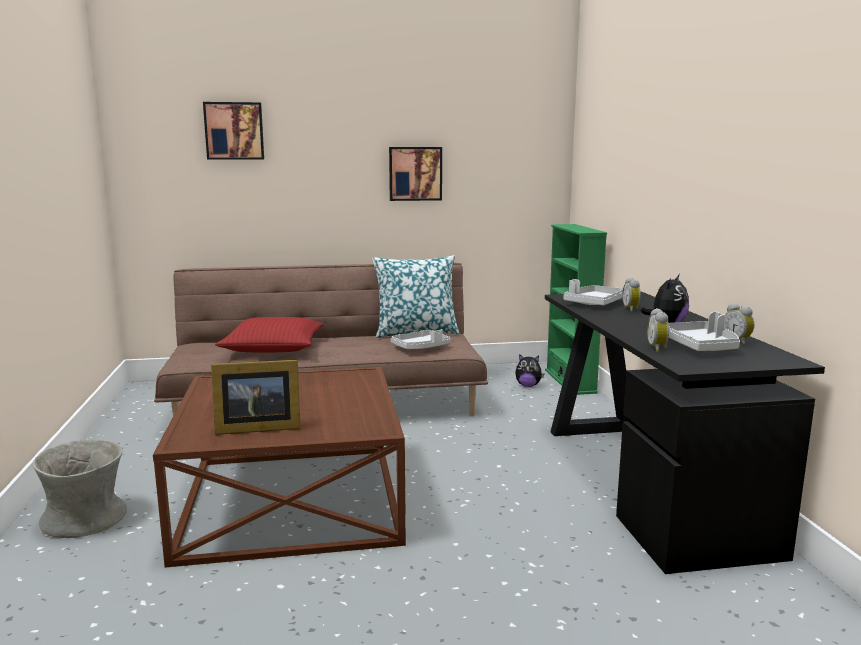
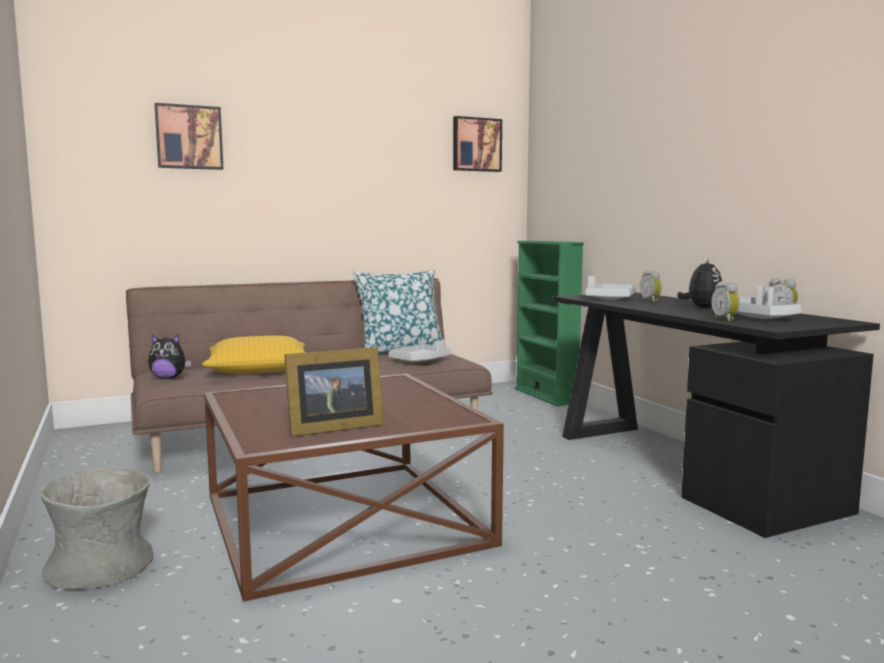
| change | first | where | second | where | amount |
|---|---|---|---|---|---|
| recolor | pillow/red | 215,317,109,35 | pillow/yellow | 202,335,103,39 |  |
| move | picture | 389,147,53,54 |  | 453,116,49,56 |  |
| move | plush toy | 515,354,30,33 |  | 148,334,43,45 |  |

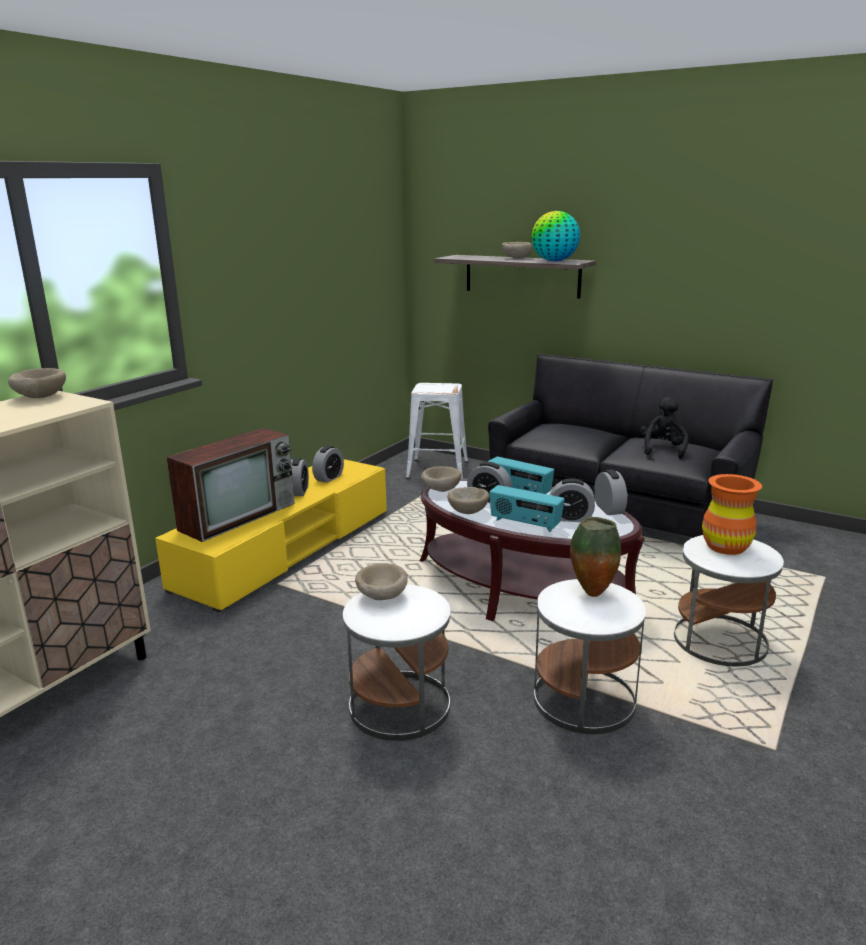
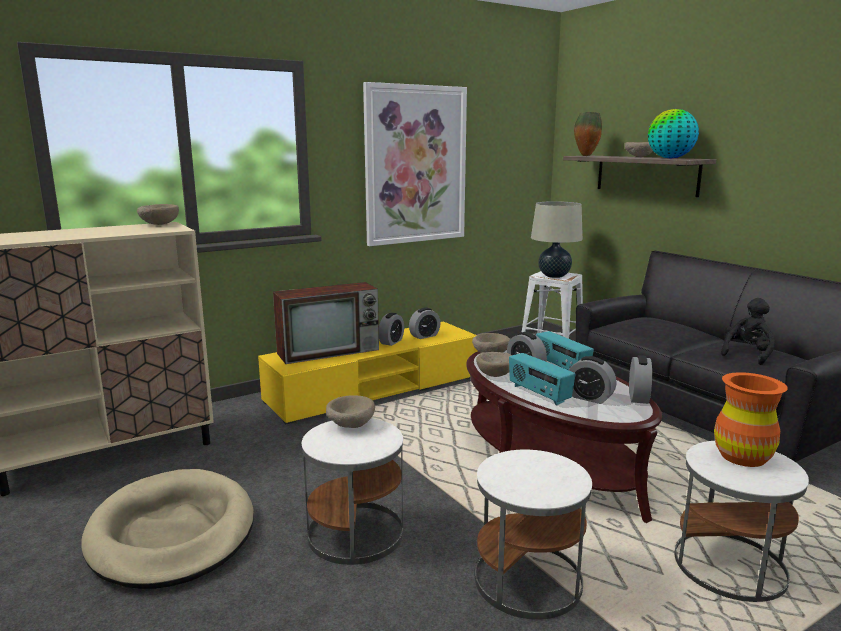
| change | first | where | second | where | amount |
|---|---|---|---|---|---|
| move | vase | 570,517,51,80 |  | 574,112,28,44 |  |
| insert |  |  | dog bed/beige | 81,469,173,120 |  |
| insert |  |  | picture | 363,82,104,164 |  |
| insert |  |  | table lamp/beige | 531,201,52,77 |  |

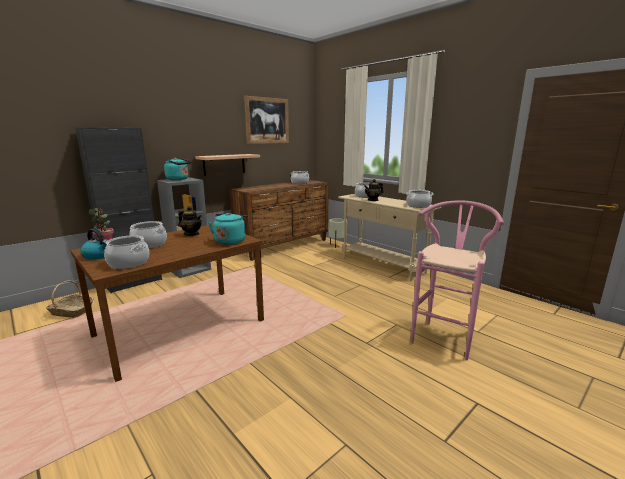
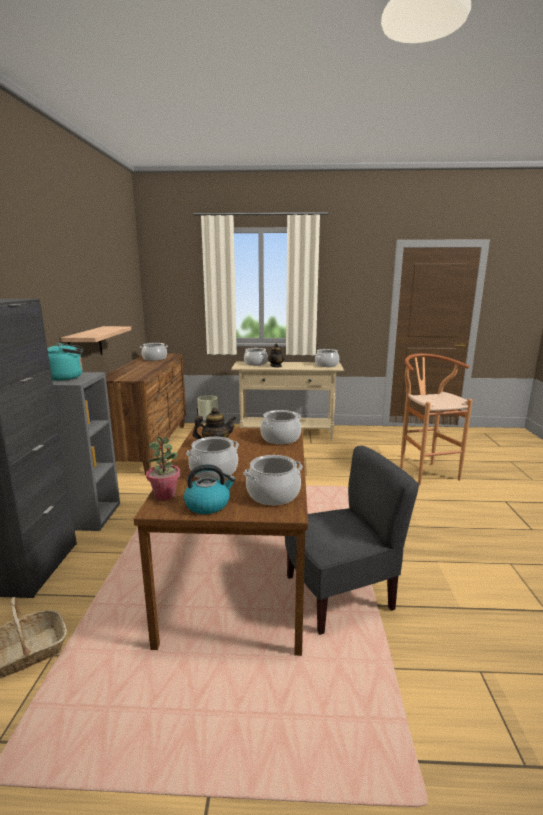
| change | first | where | second | where | amount |
|---|---|---|---|---|---|
| replace | kettle/turquoise | 208,213,40,32 | cooking pot | 260,410,41,34 |  |
| delete | picture | 244,96,45,48 |  |  |  |
| recolor | stool/pink | 411,200,93,160 | stool/brown | 400,353,72,133 |  |
| insert |  |  | chair/grey | 285,446,134,189 |  |

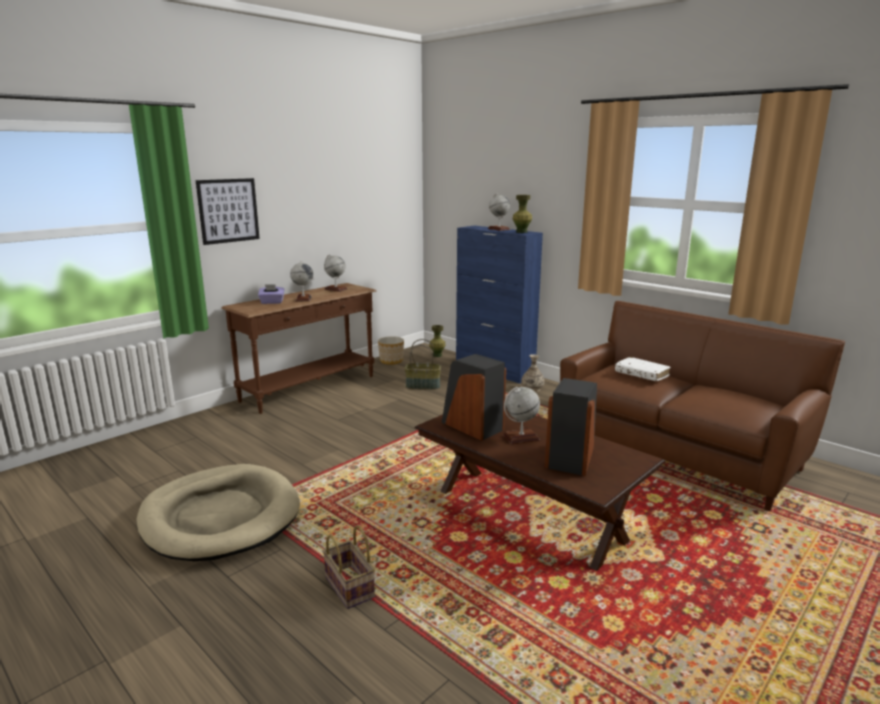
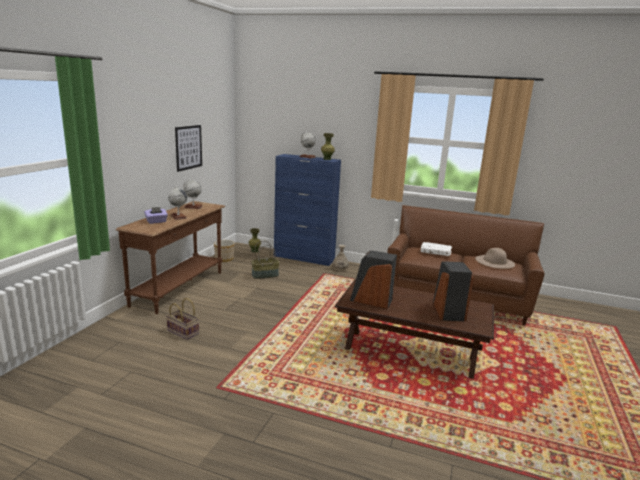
| change | first | where | second | where | amount |
|---|---|---|---|---|---|
| delete | dog bed/beige | 136,464,164,97 |  |  |  |
| move | picture | 196,178,64,67 |  | 175,125,27,47 |  |
| move | basket | 323,525,52,84 |  | 166,298,33,42 |  |
| delete | globe | 503,387,37,57 |  |  |  |
| insert |  |  | hat/beige | 475,248,40,21 |  |

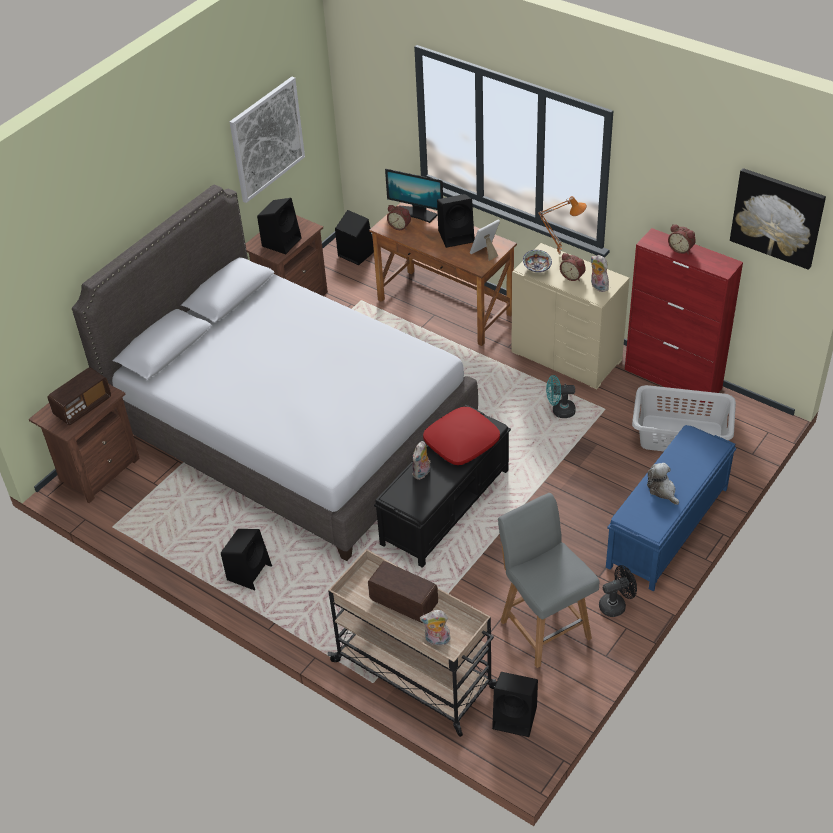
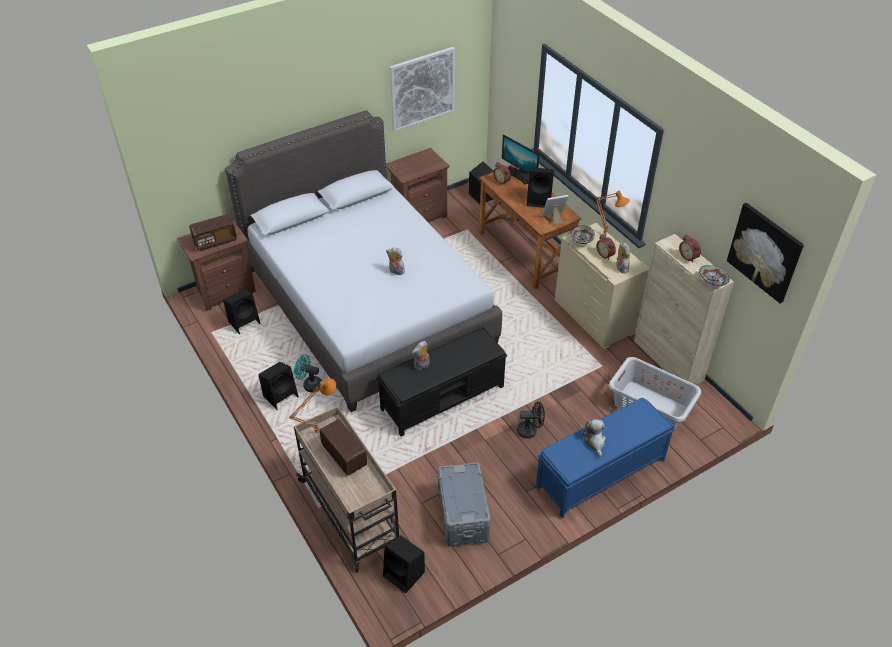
| change | first | where | second | where | amount |
|---|---|---|---|---|---|
| move | speaker/black | 257,198,45,56 |  | 223,290,38,44 |  |
| move | plush toy | 420,610,31,38 |  | 386,247,19,28 |  |
| delete | pillow/red | 423,407,77,58 |  |  |  |
| replace | chair/grey | 498,493,102,175 | storage box/grey | 438,462,53,85 |  |
| move | fan/turquoise | 546,375,30,43 |  | 294,355,28,37 |  |
| move | fan/black | 599,565,38,52 |  | 517,402,28,36 |  |
| recolor | cabinet/red | 625,228,118,178 | cabinet/beige | 634,234,100,155 |  |
| insert |  |  | table lamp/orange | 289,378,48,56 |  |
| insert |  |  | bowl | 699,265,31,21 |  |

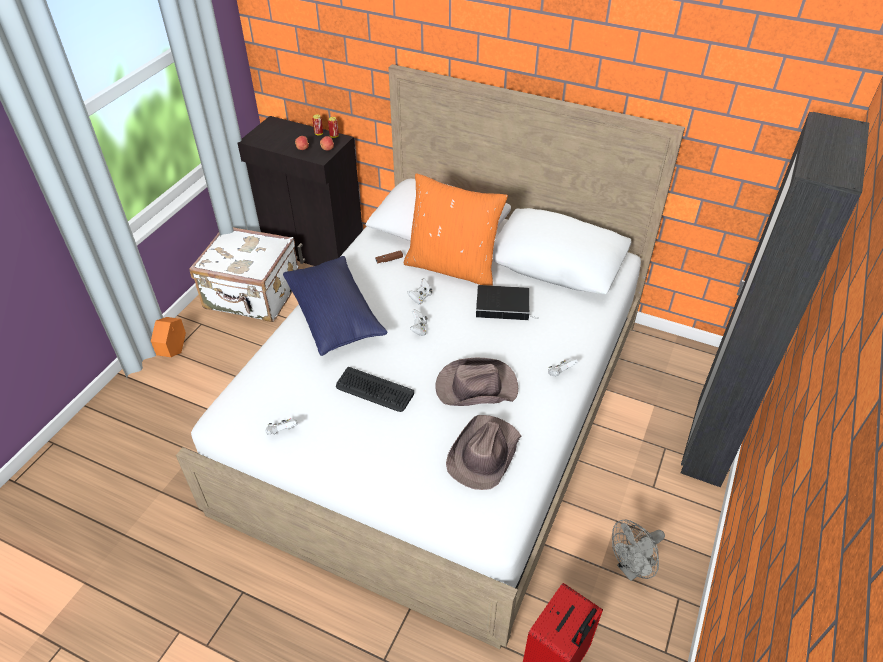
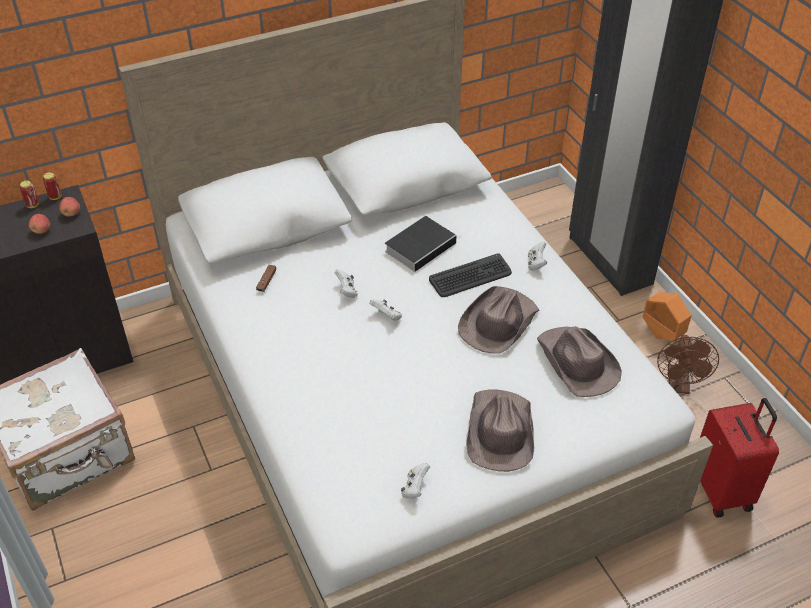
| change | first | where | second | where | amount |
|---|---|---|---|---|---|
| move | planter/orange | 151,317,35,40 |  | 643,292,49,48 |  |
| delete | pillow/blue | 283,256,105,100 |  |  |  |
| move | keyboard | 336,367,78,45 |  | 429,253,83,44 |  |
| delete | pillow/orange | 404,173,104,113 |  |  |  |
| recolor | fan/grey | 612,520,53,61 | fan/brown | 657,335,62,59 |  |
| insert |  |  | hat/brown | 466,389,68,83 |  |

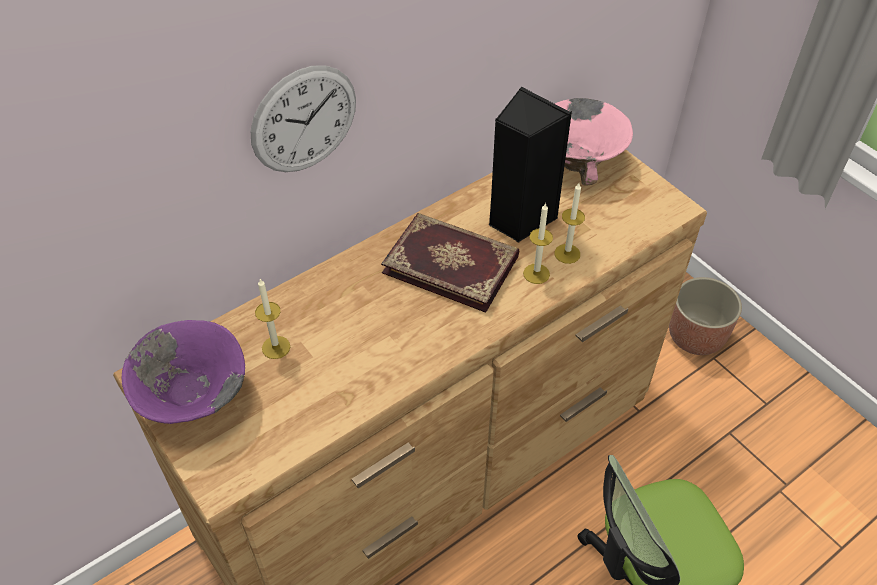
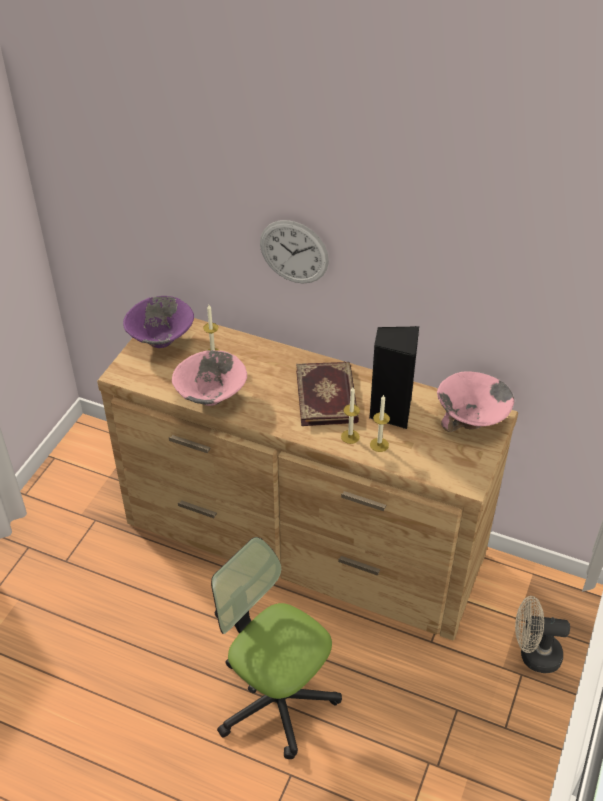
| change | first | where | second | where | amount |
|---|---|---|---|---|---|
| replace | planter | 669,277,73,78 | fan/beige | 515,596,55,77 |  |
| insert |  |  | bowl/pink | 172,350,75,56 |  |

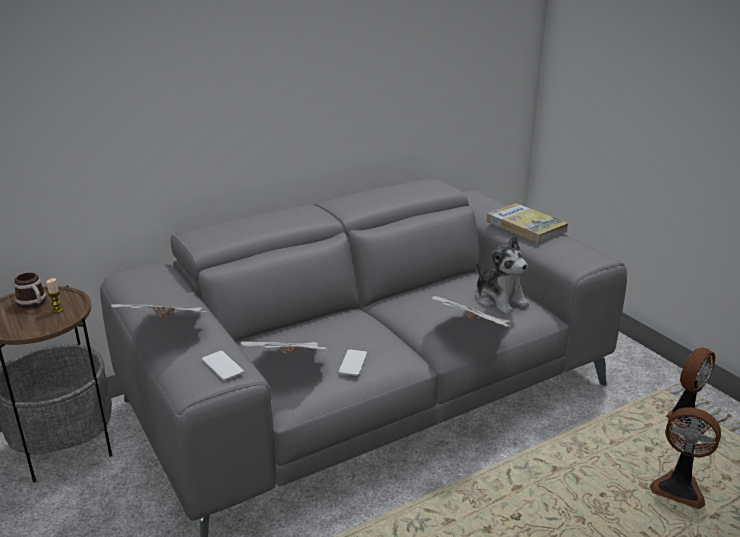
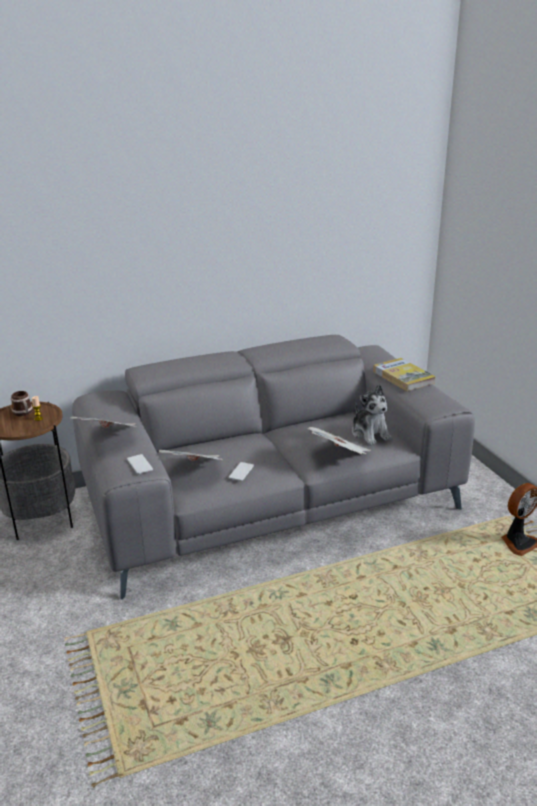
| change | first | where | second | where | amount |
|---|---|---|---|---|---|
| delete | fan | 650,407,71,102 |  |  |  |

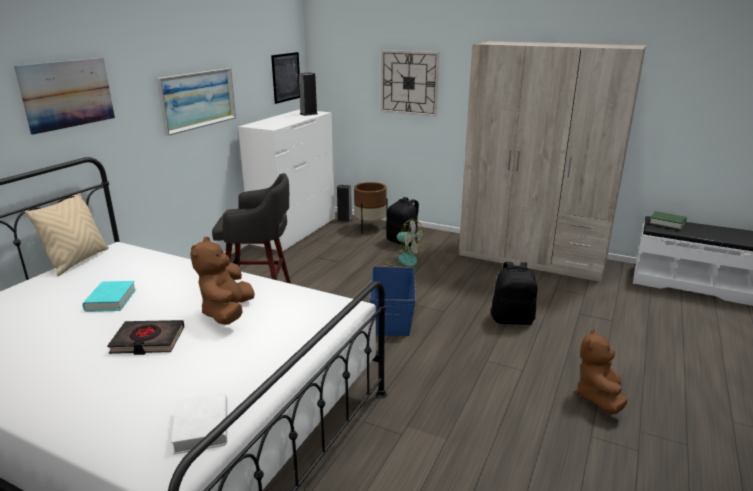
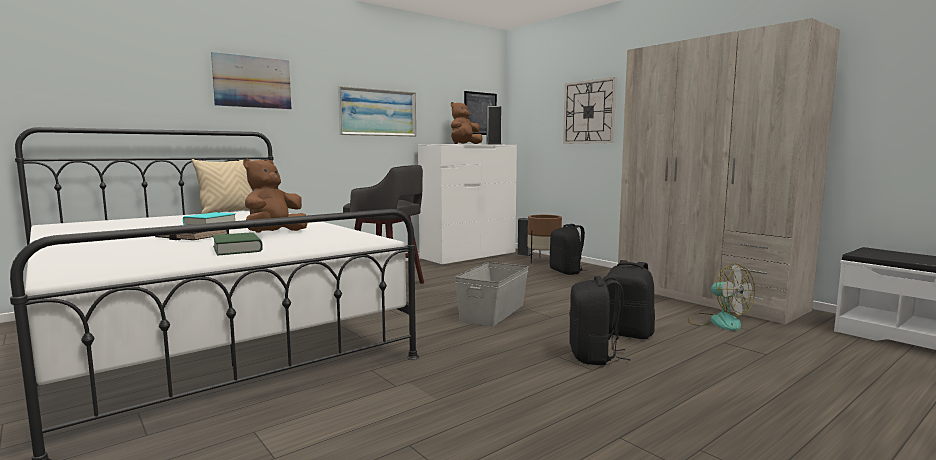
| change | first | where | second | where | amount |
|---|---|---|---|---|---|
| delete | book/white | 171,393,56,61 |  |  |  |
| recolor | storage box/blue | 369,266,47,70 | storage box/grey | 455,262,74,65 |  |
| move | fan | 383,219,41,48 |  | 688,263,67,68 |  |
| move | plush toy/brown | 576,329,51,85 |  | 451,102,32,42 |  |
| move | book/green | 649,211,38,19 |  | 213,232,50,24 |  |
| insert |  |  | backpack/black | 569,275,62,90 |  |

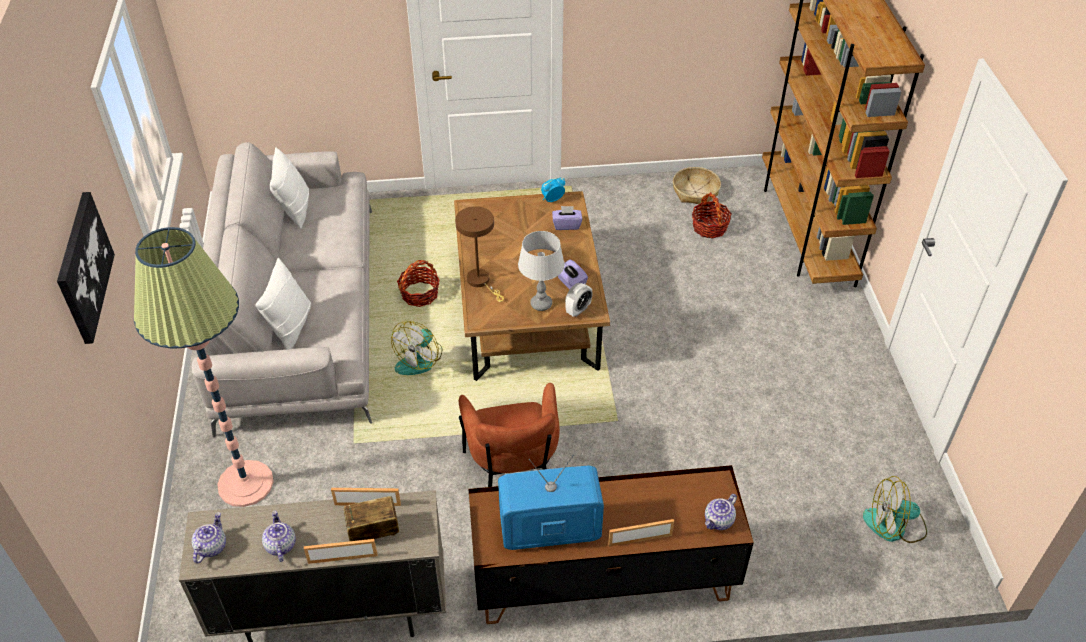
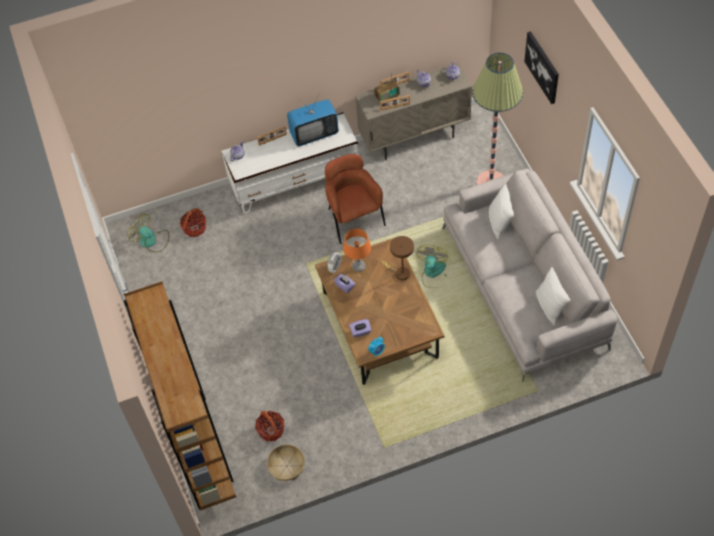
| change | first | where | second | where | amount |
|---|---|---|---|---|---|
| move | basket | 397,260,43,47 |  | 180,208,26,29 |  |
| recolor | tv stand/brown | 469,465,285,159 | tv stand/white | 221,112,138,102 |  |
| recolor | table lamp/grey | 518,231,47,80 | table lamp/orange | 343,229,28,43 |  |
| rotate | fan | 863,476,64,67 |  | 127,214,42,38 | 135 degrees counterclockwise |

